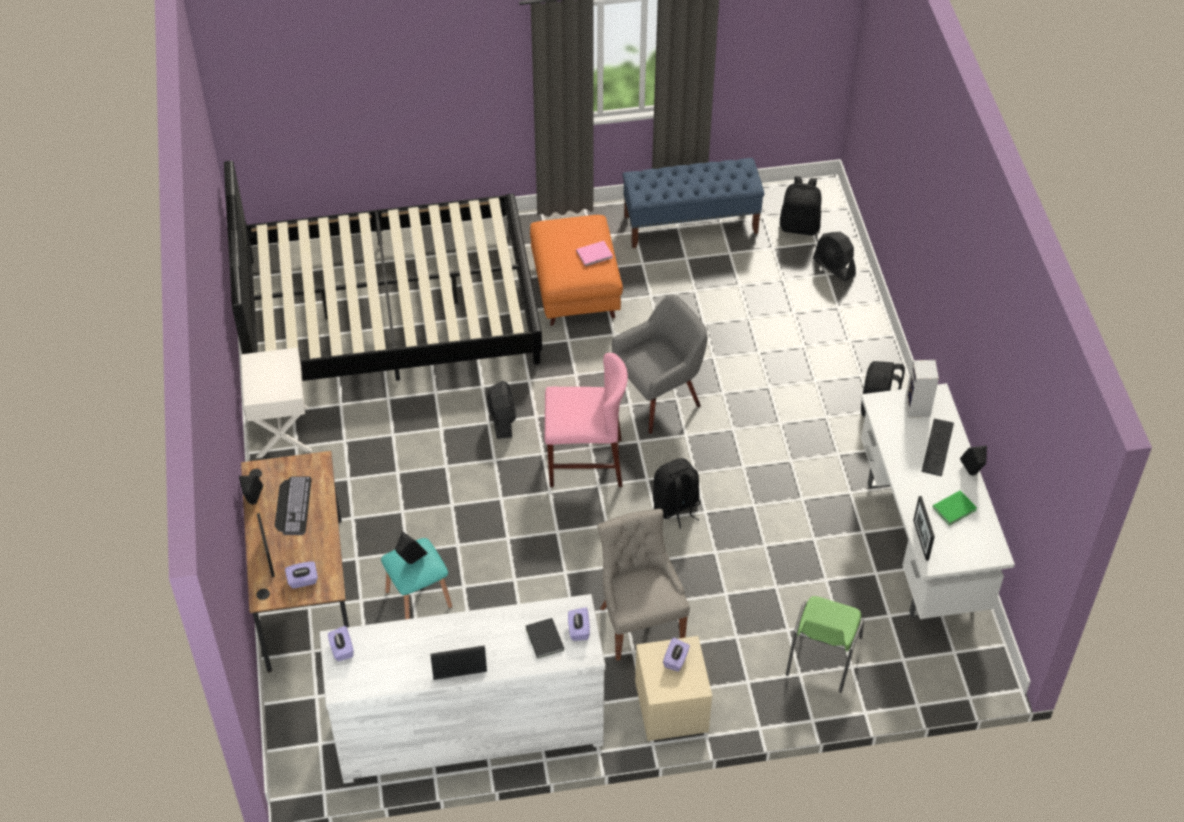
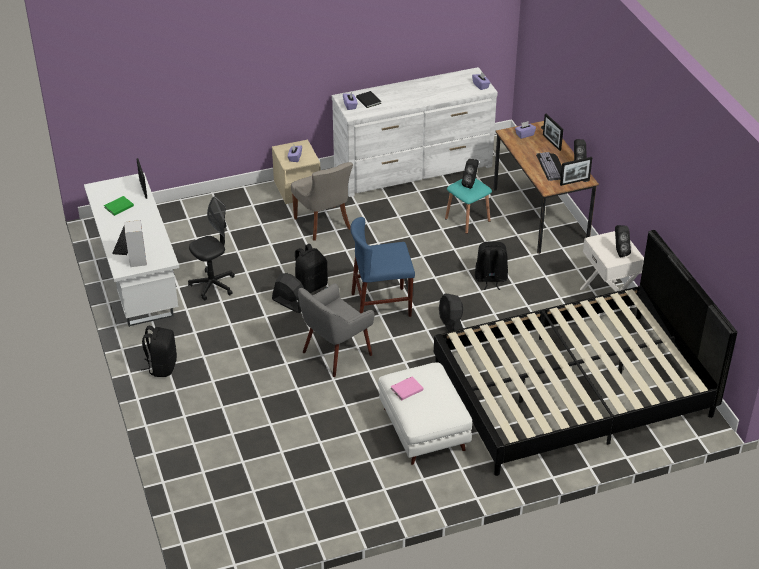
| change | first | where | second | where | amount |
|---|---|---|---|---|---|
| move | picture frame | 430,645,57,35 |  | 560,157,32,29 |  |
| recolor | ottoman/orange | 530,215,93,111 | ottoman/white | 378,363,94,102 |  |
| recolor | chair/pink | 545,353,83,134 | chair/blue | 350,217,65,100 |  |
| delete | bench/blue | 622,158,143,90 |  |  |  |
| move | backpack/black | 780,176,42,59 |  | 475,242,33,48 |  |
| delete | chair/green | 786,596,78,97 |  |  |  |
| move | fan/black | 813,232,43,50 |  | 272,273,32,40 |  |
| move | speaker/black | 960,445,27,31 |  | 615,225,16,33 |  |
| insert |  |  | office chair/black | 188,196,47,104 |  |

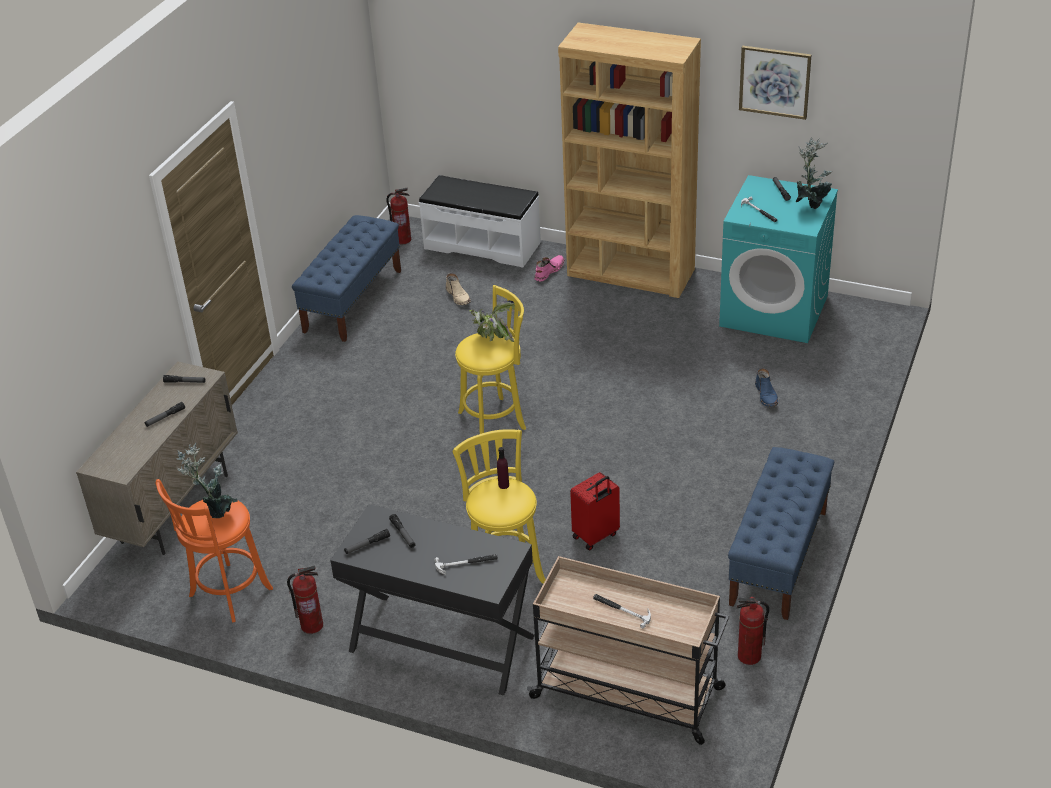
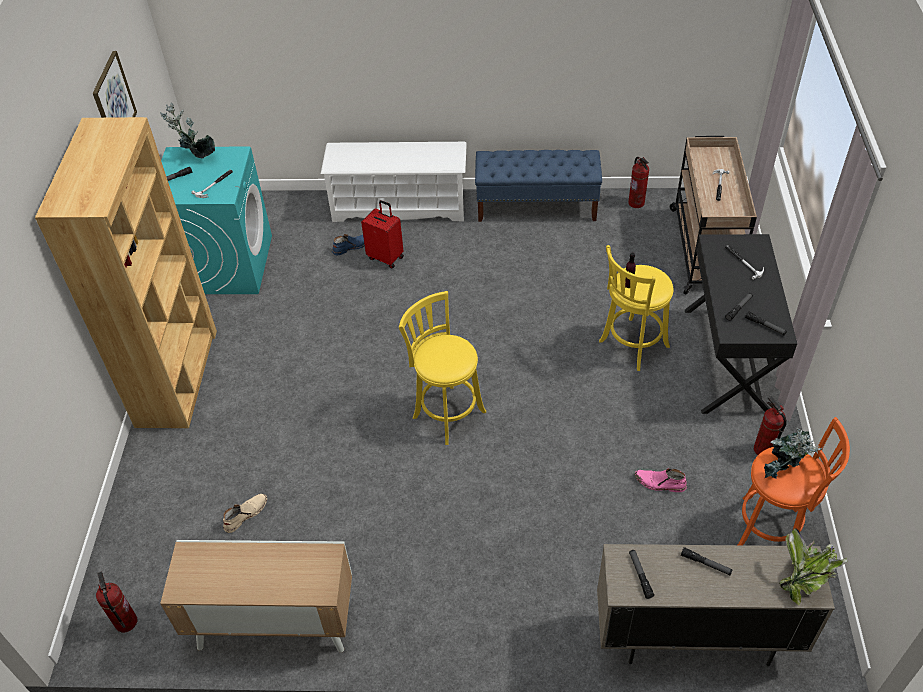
| change | first | where | second | where | amount |
|---|---|---|---|---|---|
| replace | bench/blue | 292,215,109,127 | cabinet | 160,540,192,113 |  |
| delete | bench/white | 419,175,122,92 |  |  |  |
| move | potted plant | 469,300,46,42 |  | 779,528,68,78 |  |
| move | boot/pink | 534,255,30,27 |  | 635,468,52,24 |  |
| move | suitcase/red | 570,472,50,78 |  | 361,200,43,69 |  |
| insert |  |  | shoe rack/white | 321,142,146,80 |  |

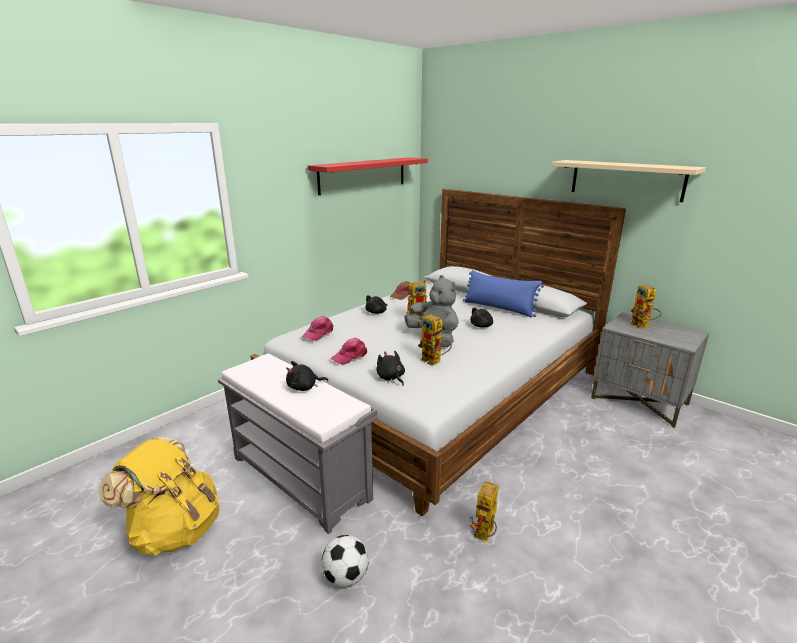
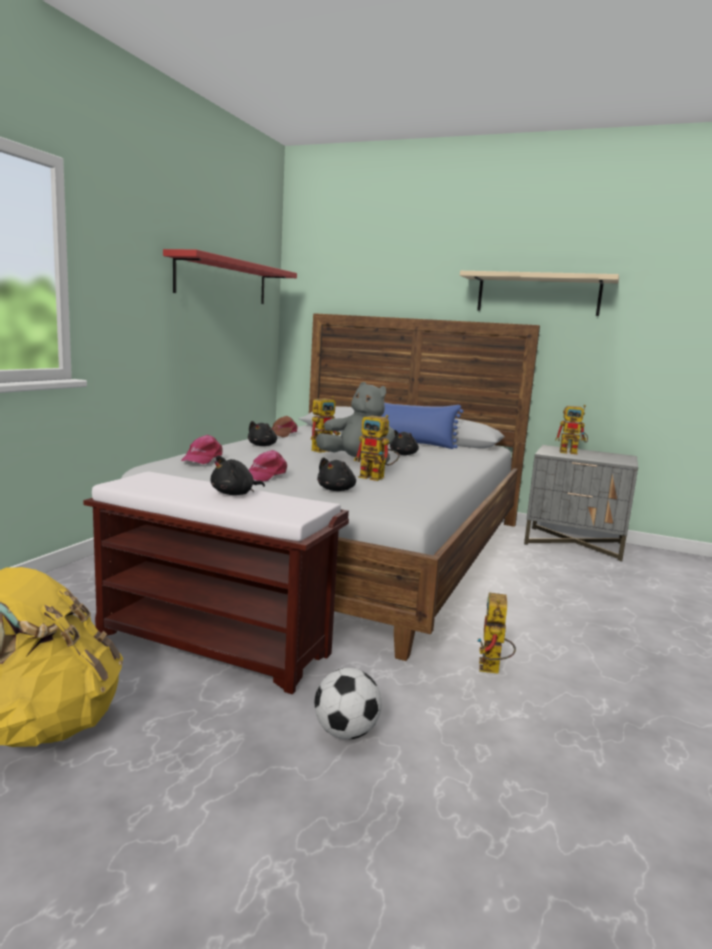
| change | first | where | second | where | amount |
|---|---|---|---|---|---|
| recolor | bench/grey | 218,354,160,180 | bench/brown | 83,472,266,222 |  |
| rotate | plush toy/black | 376,351,29,35 |  | 317,457,39,34 | 105 degrees counterclockwise |
| rotate | toy robot | 630,285,32,43 |  | 555,405,33,50 | 45 degrees counterclockwise |

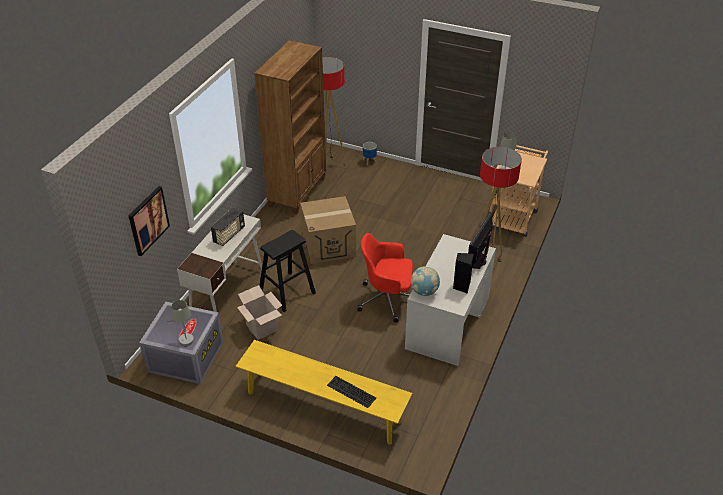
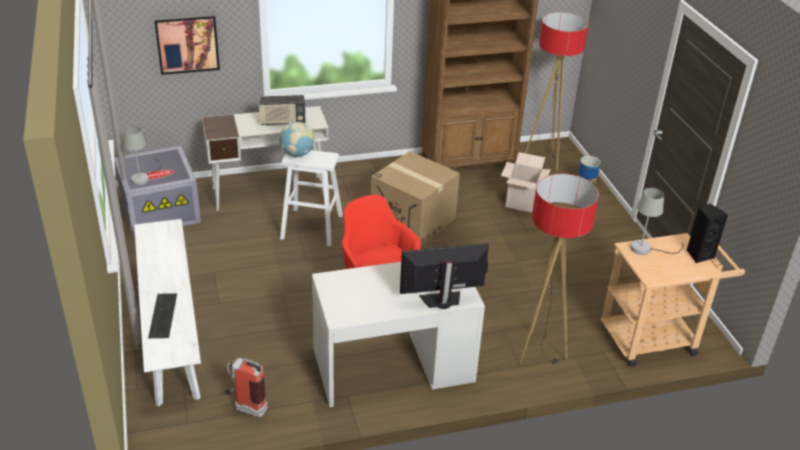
| change | first | where | second | where | amount |
|---|---|---|---|---|---|
| recolor | bench/yellow | 236,340,176,105 | bench/white | 134,219,67,188 |  |
| move | cardboard box | 237,285,46,55 |  | 501,152,50,61 |  |
| recolor | stool/black | 259,230,57,82 | stool/white | 280,150,63,96 |  |
| move | globe | 411,266,29,30 |  | 279,122,36,36 |  |
| move | speaker/black | 453,253,21,41 |  | 687,204,41,59 |  |
| insert |  |  | fire extinguisher | 225,358,43,59 |  |

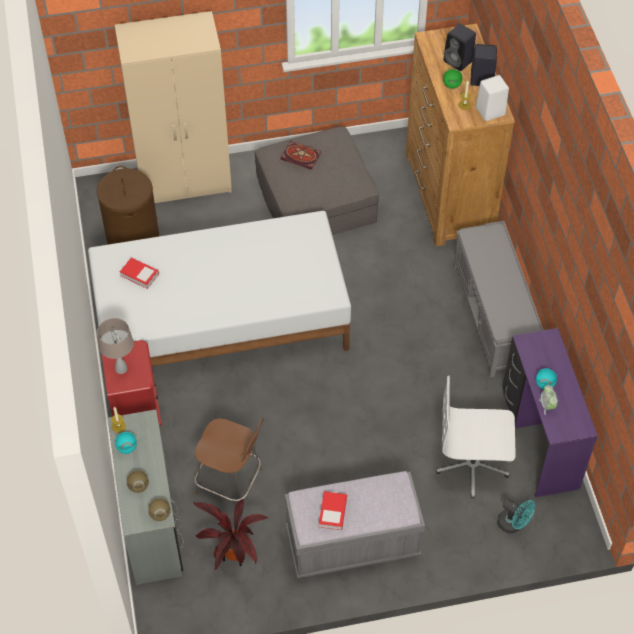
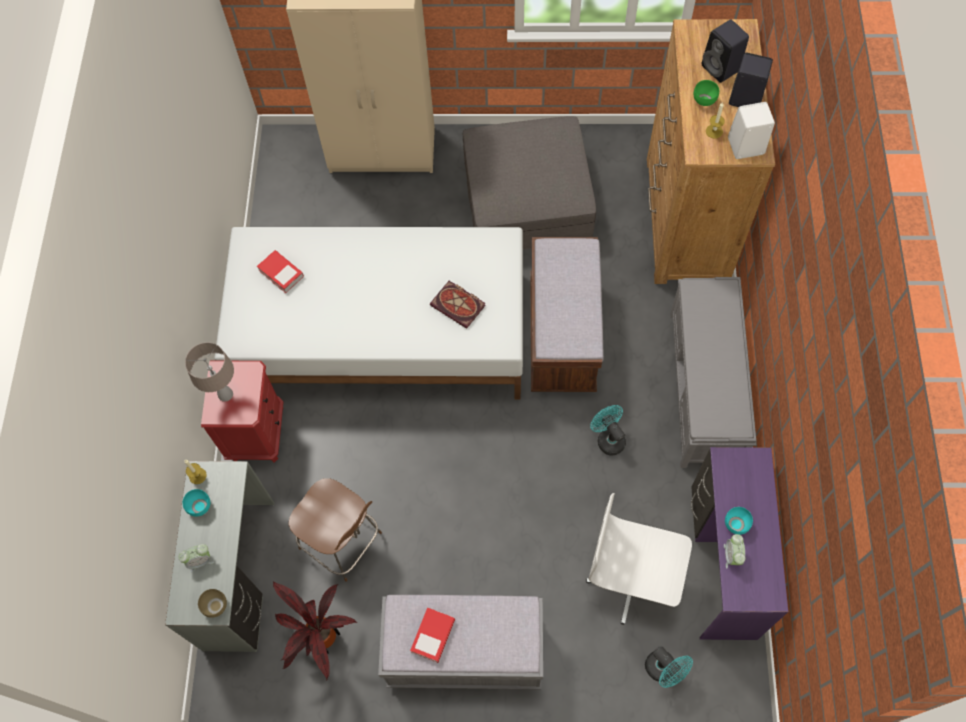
| change | first | where | second | where | amount |
|---|---|---|---|---|---|
| delete | laundry basket/brown | 97,166,62,78 |  |  |  |
| replace | bowl/brown | 127,470,22,23 | alarm clock | 179,544,35,28 |  |
| move | book | 280,141,41,29 |  | 430,281,56,48 |  |
| insert |  |  | bench/brown | 531,237,73,155 |  |
| insert |  |  | fan/turquoise | 590,405,36,50 |  |

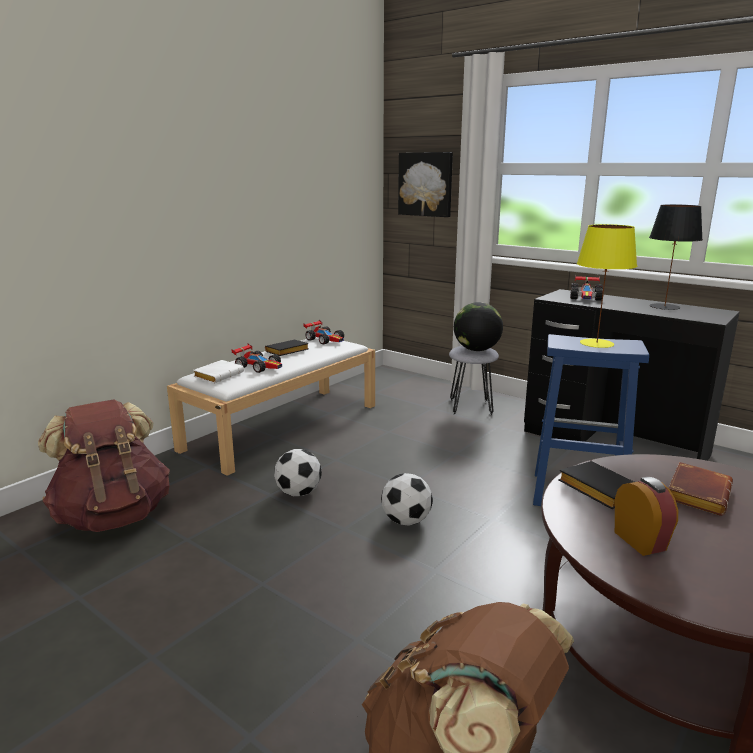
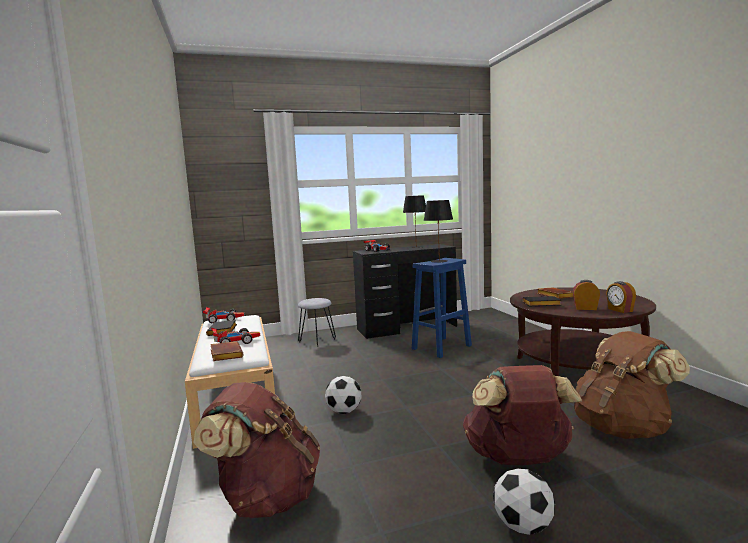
| change | first | where | second | where | amount |
|---|---|---|---|---|---|
| recolor | book/white | 193,360,51,23 | book/brown | 210,341,33,20 |  |
| move | football | 381,473,52,53 |  | 493,469,62,66 |  |
| delete | picture | 398,152,55,65 |  |  |  |
| delete | globe | 454,302,49,49 |  |  |  |
| recolor | table lamp/yellow | 577,224,60,124 | table lamp/black | 424,200,29,62 |  |
| insert |  |  | backpack/brown | 463,365,119,100 |  |
| insert |  |  | alarm clock | 606,281,30,32 |  |

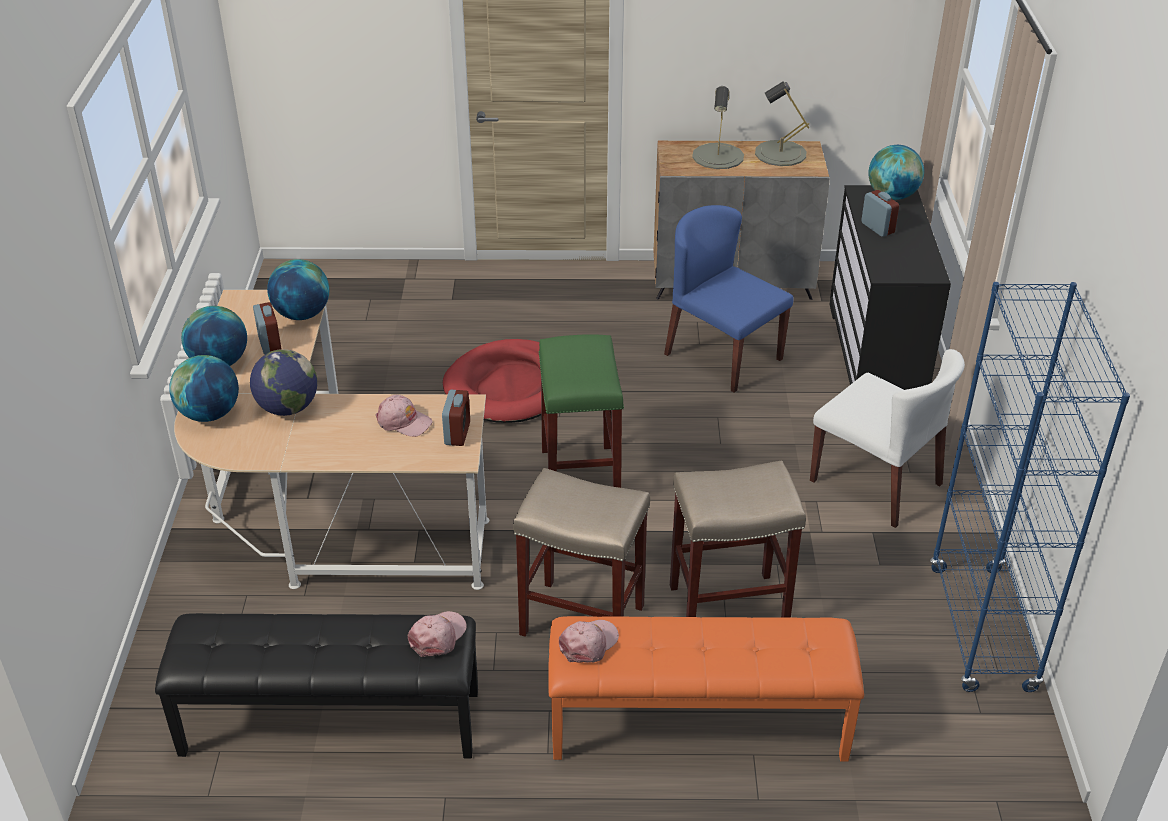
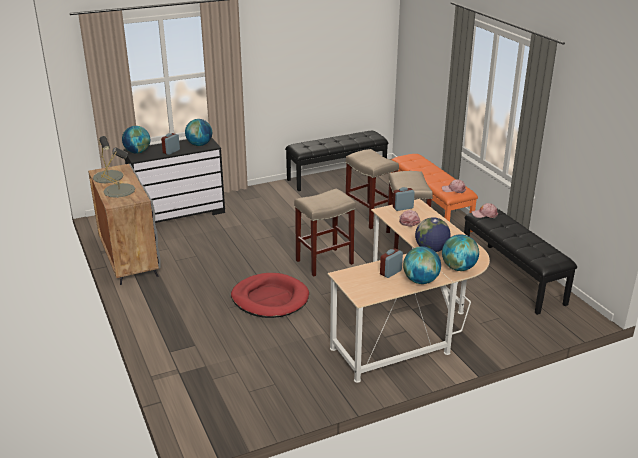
| change | first | where | second | where | amount |
|---|---|---|---|---|---|
| move | globe | 267,259,62,61 |  | 185,119,27,27 |  |
| recolor | stool/green | 539,334,85,154 | stool/beige | 294,189,62,88 |  |
| delete | chair/blue | 664,205,130,188 |  |  |  |
| delete | chair/white | 810,349,155,179 |  |  |  |
| replace | bookcase/blue | 930,282,200,410 | bench/black | 285,131,104,60 |  |

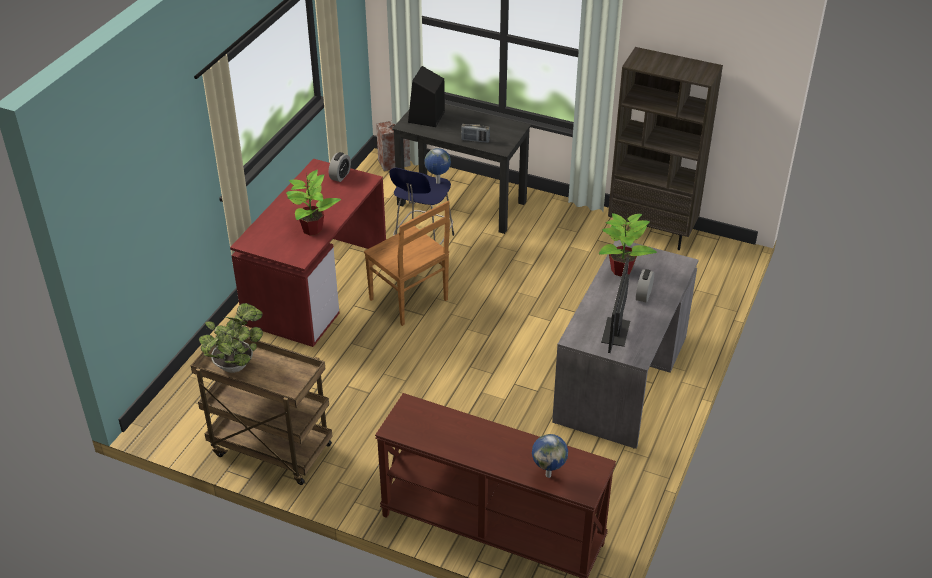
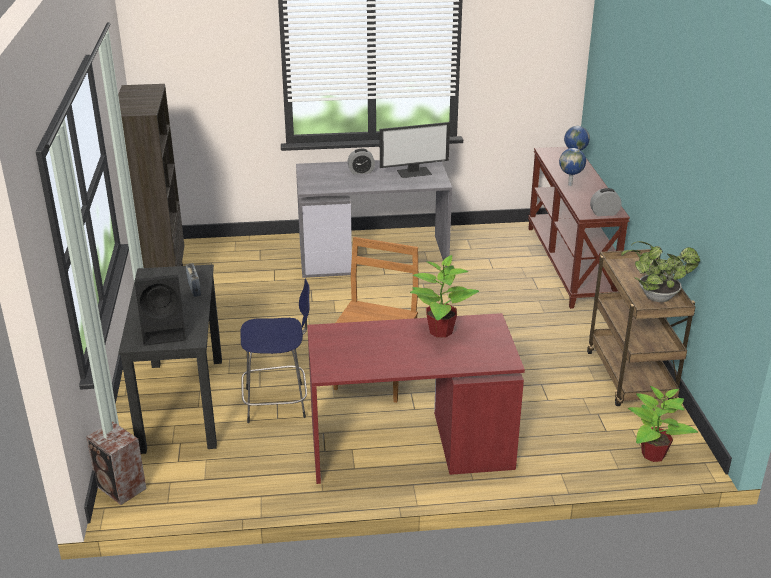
| change | first | where | second | where | amount |
|---|---|---|---|---|---|
| move | alarm clock | 329,152,22,30 |  | 590,188,32,28 |  |
| move | globe | 424,148,27,36 |  | 559,148,27,38 |  |
| move | potted plant | 599,213,58,64 |  | 628,386,70,76 |  |

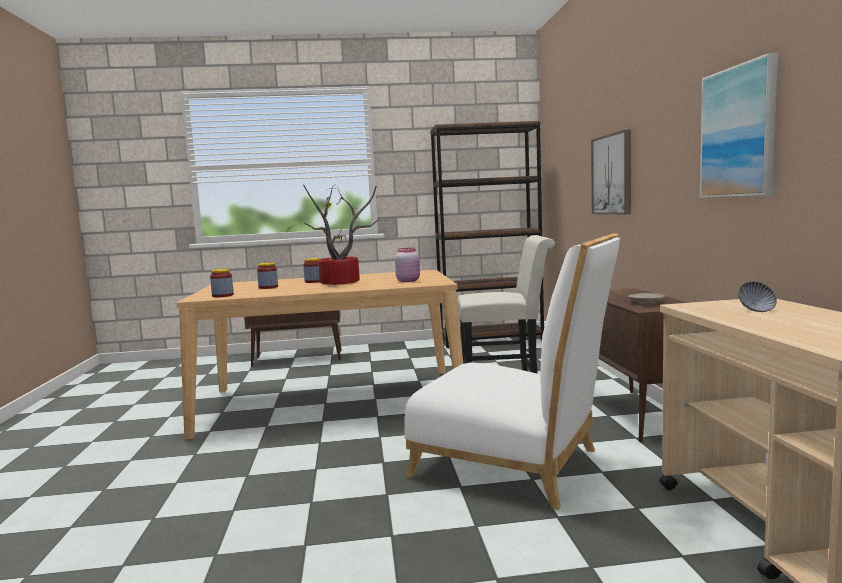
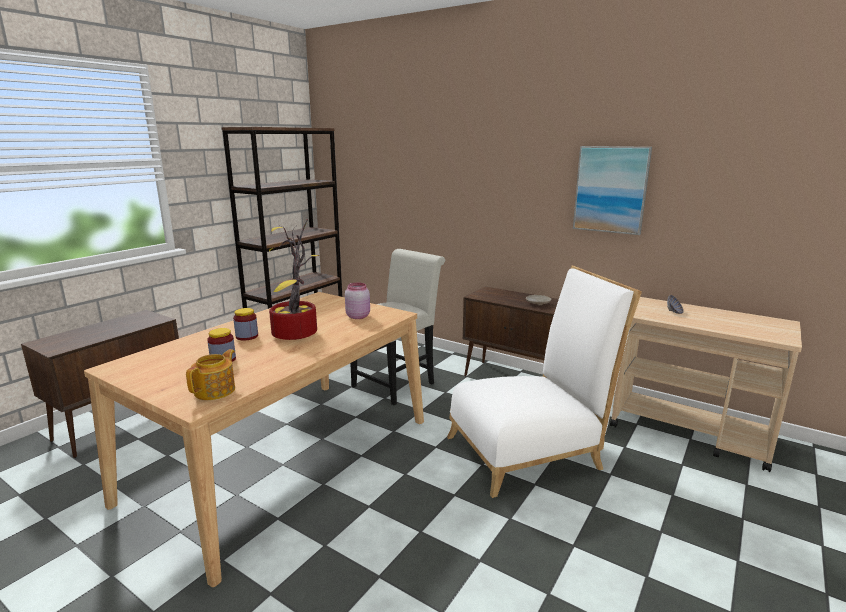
| change | first | where | second | where | amount |
|---|---|---|---|---|---|
| replace | jar | 210,269,24,28 | teapot | 186,349,49,51 |  |
| delete | picture | 591,129,40,85 |  |  |  |

